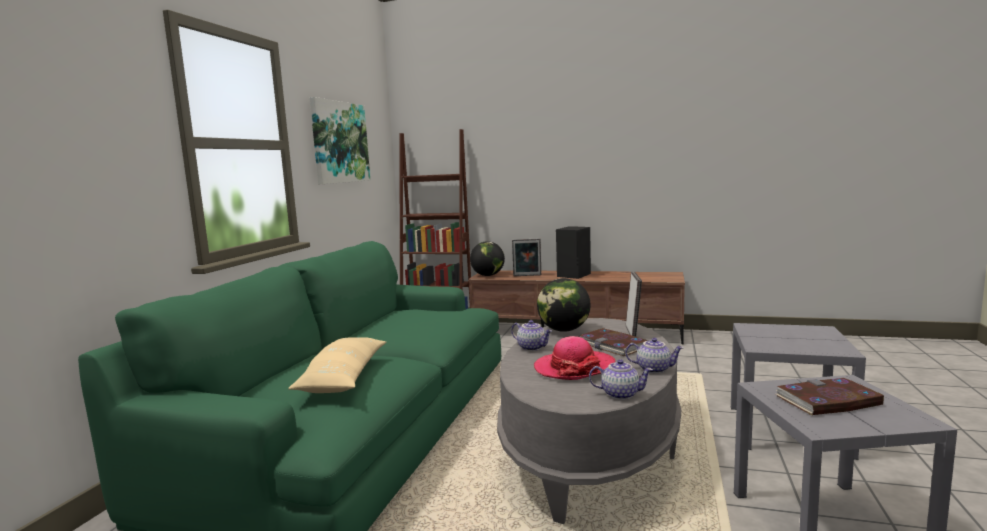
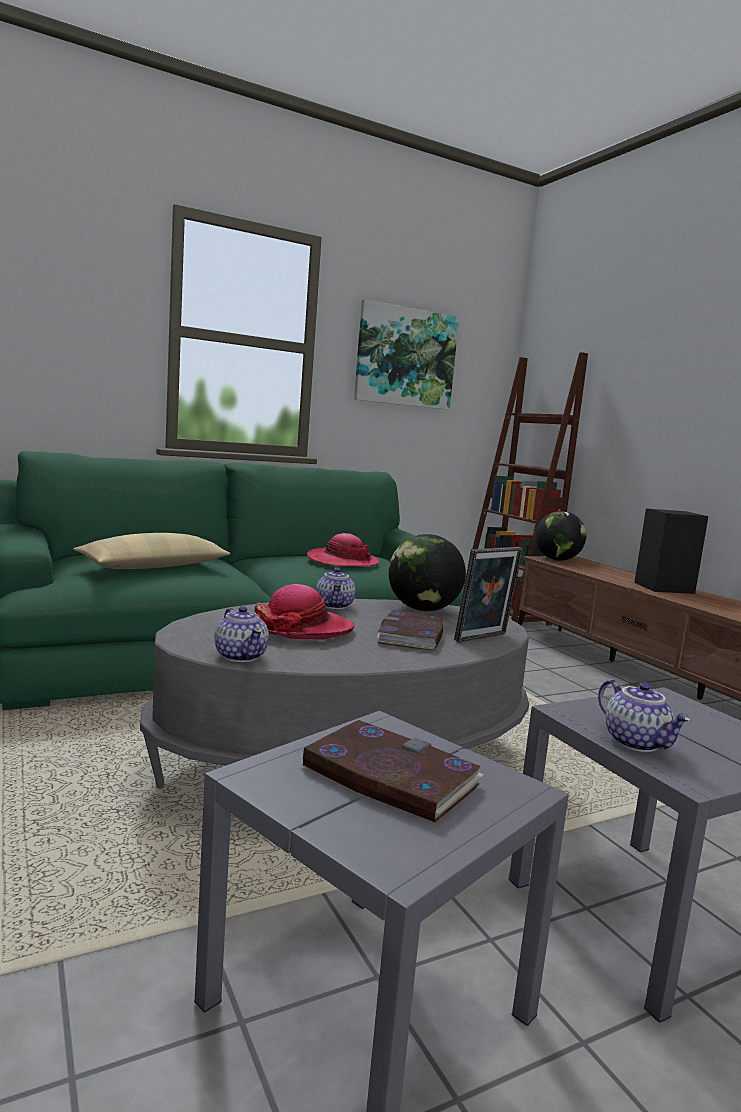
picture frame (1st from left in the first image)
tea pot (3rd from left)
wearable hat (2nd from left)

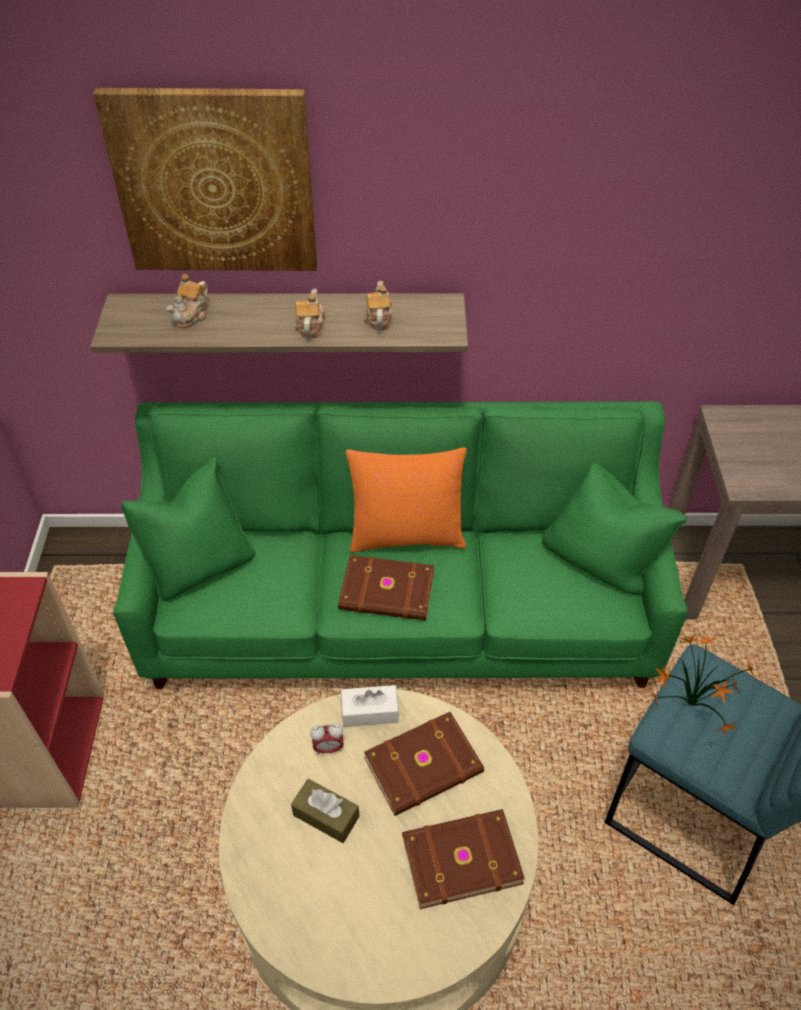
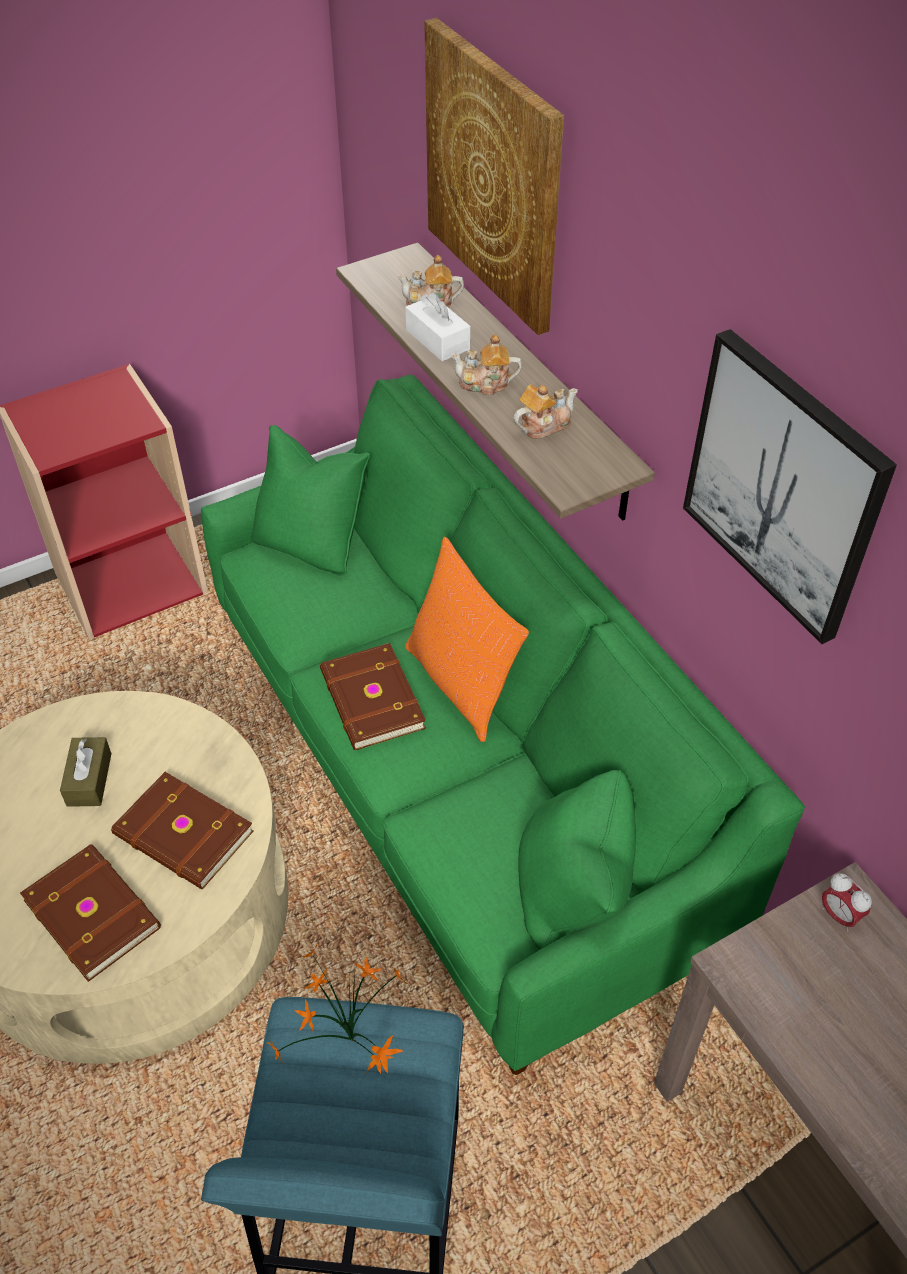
tea pot (2nd from left)
table clock
tissue box/white-coloured
wall picture (2nd from left)

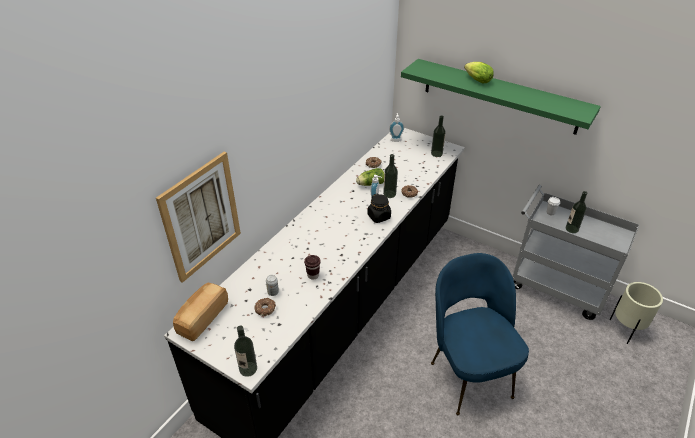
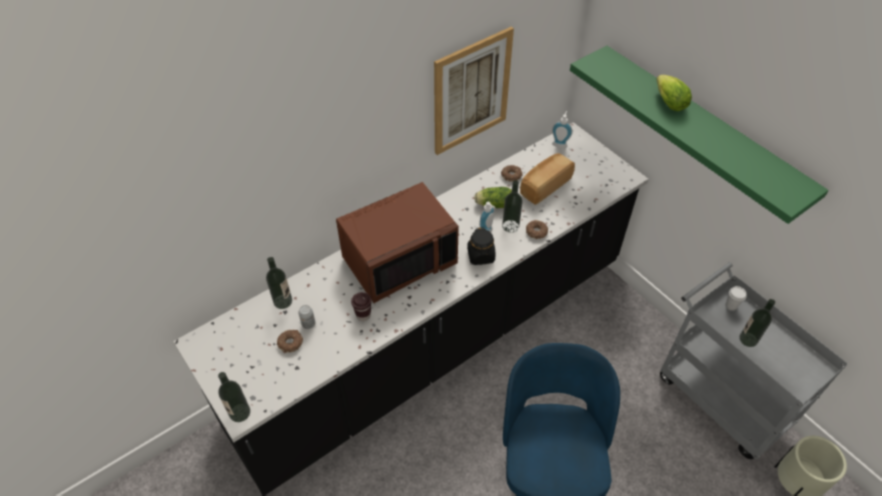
wall picture
bakery bread
bottle (2nd from left)
microwave/brown-coloured

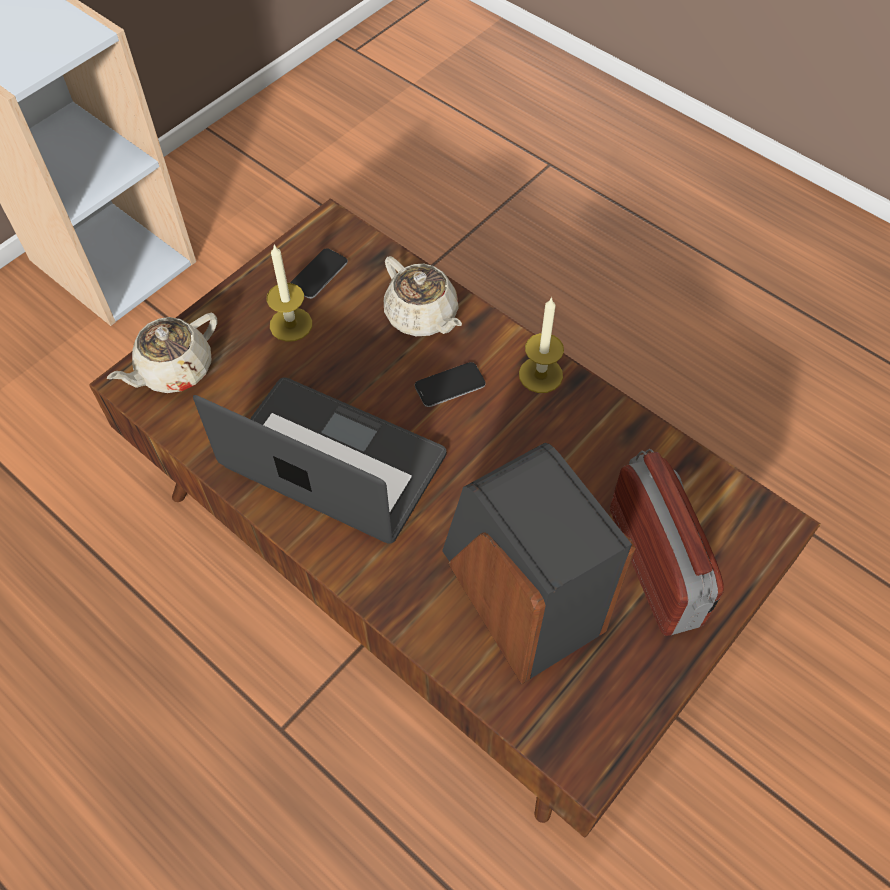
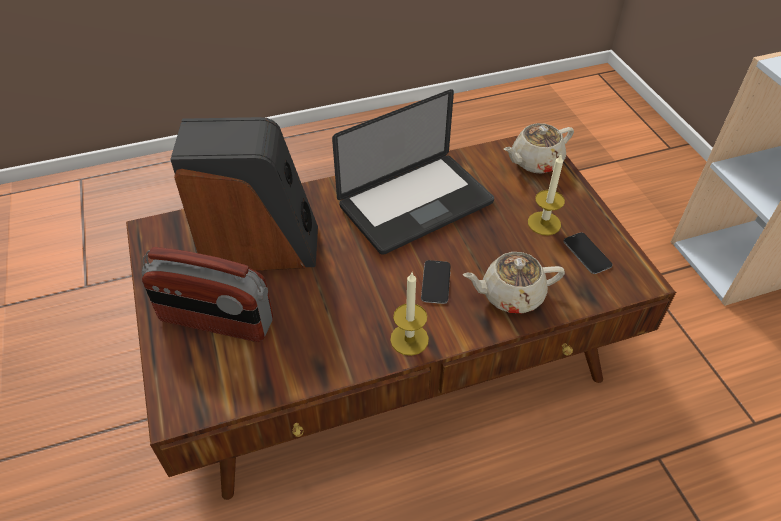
tea pot/sand-coloured (2nd from left)

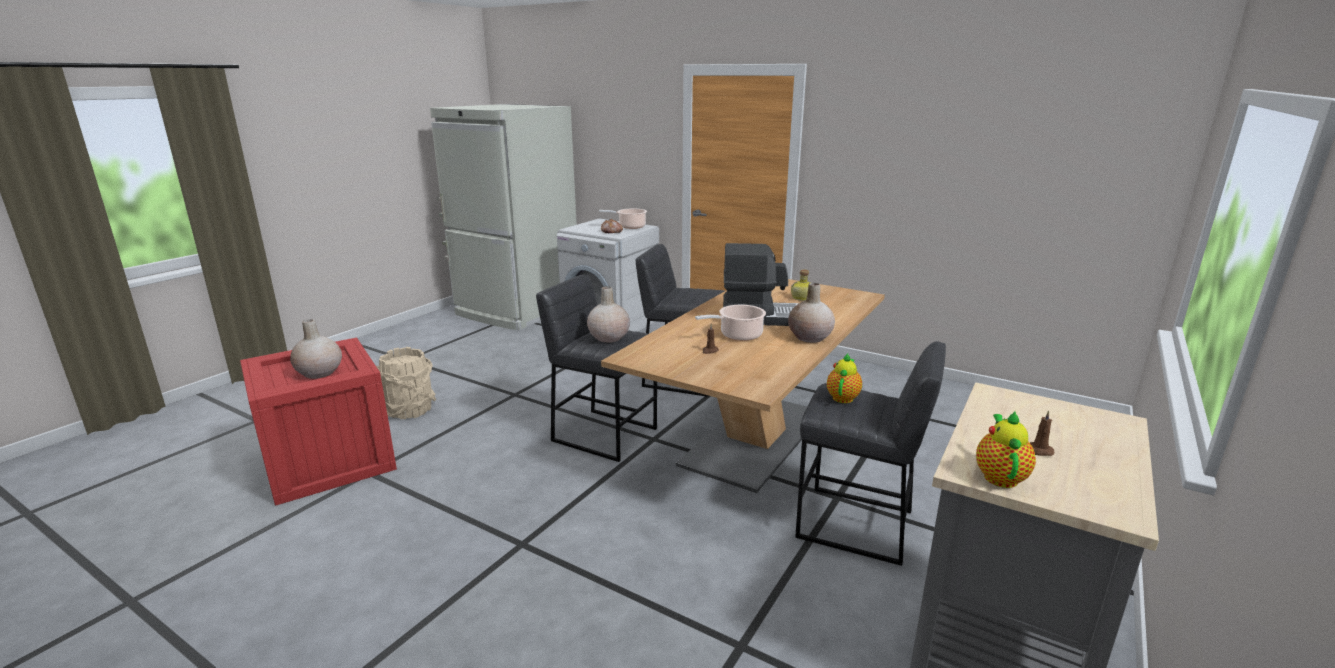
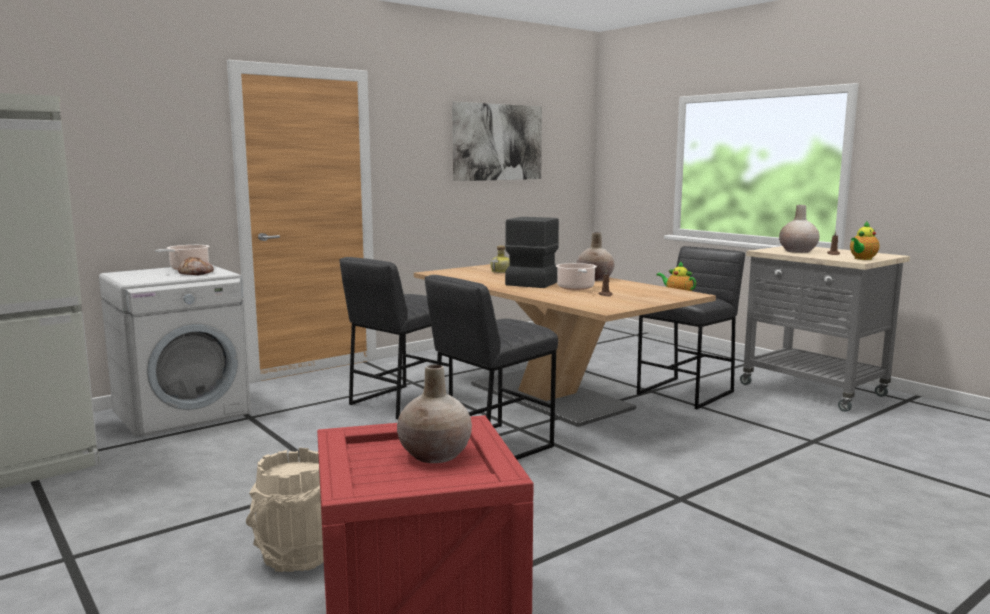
decorative vase/sand-coloured (3rd from left)
tea pot (2nd from left)
wall picture

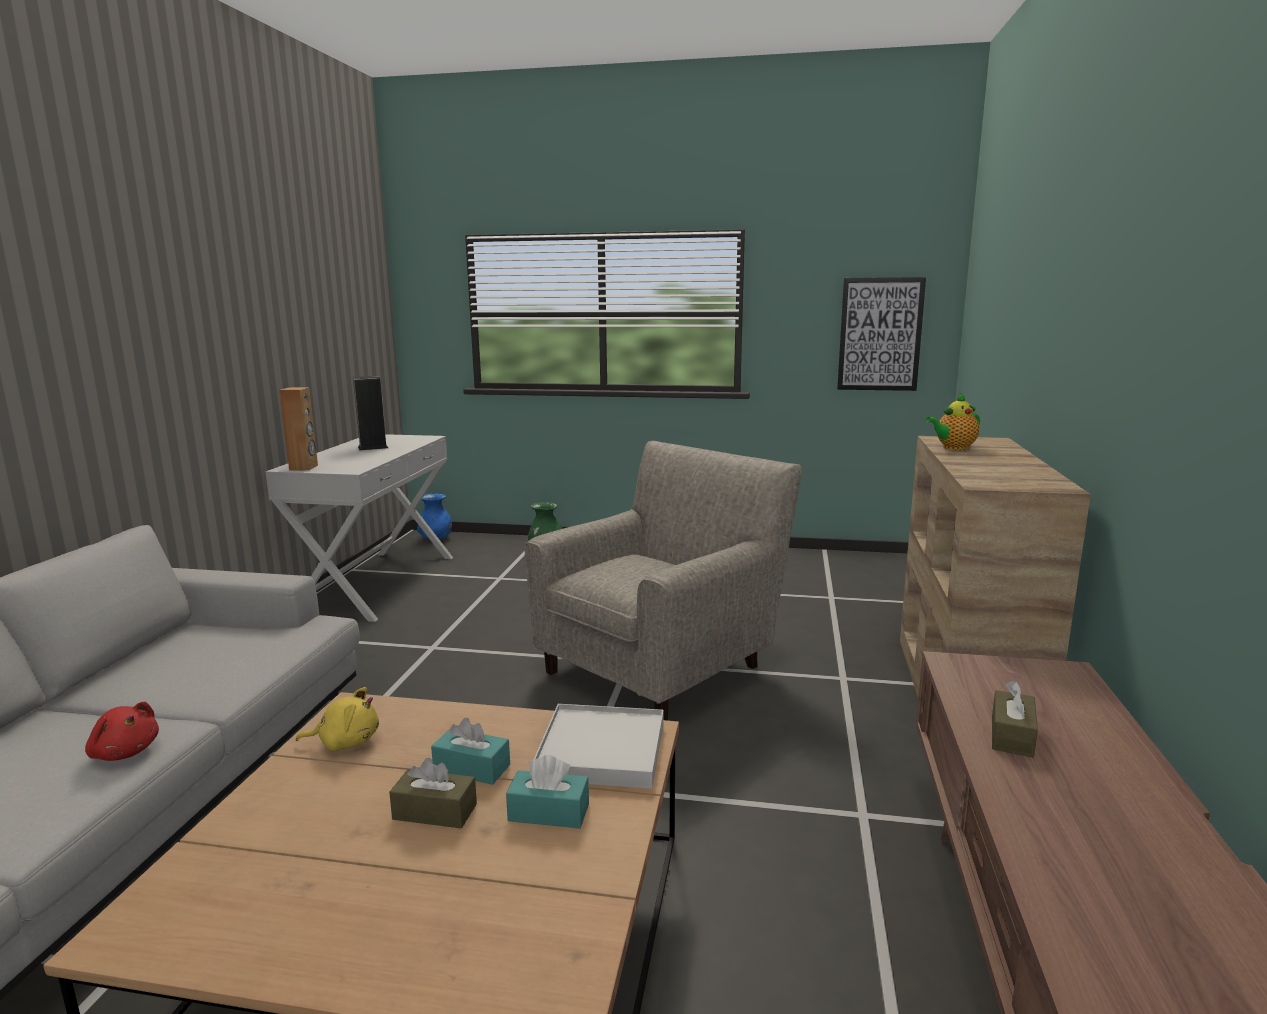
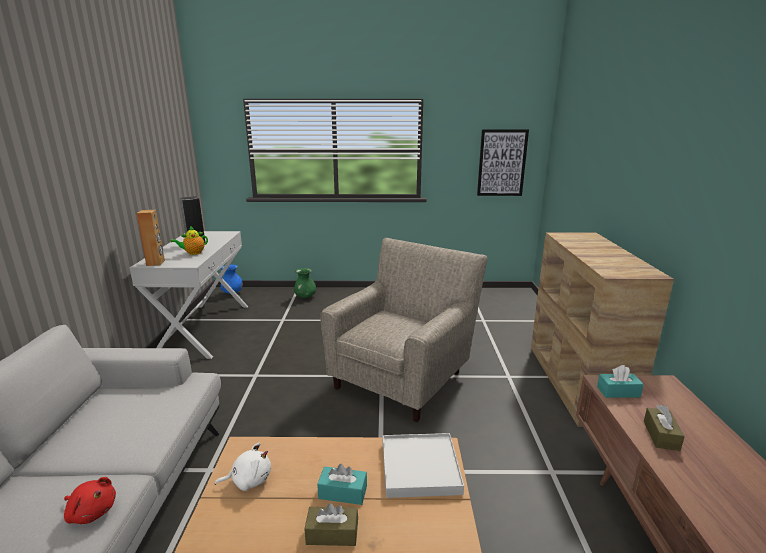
soft toy/white-coloured
tissue box/turquoise (2nd from left)
tea pot

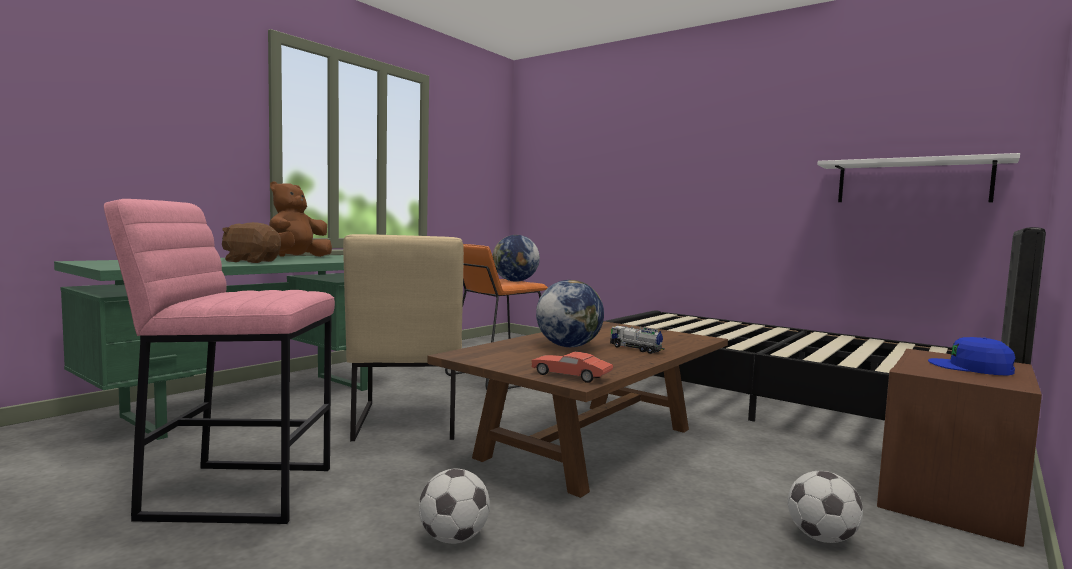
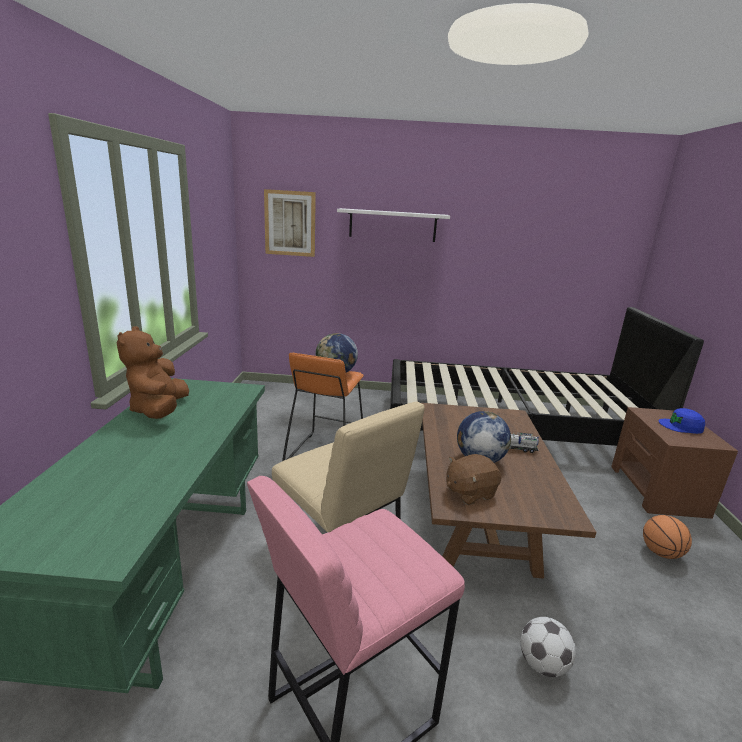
soft toy/brown-coloured (2nd from left)
model car/red
ball for basketball
shelf/white-coloured
wall picture

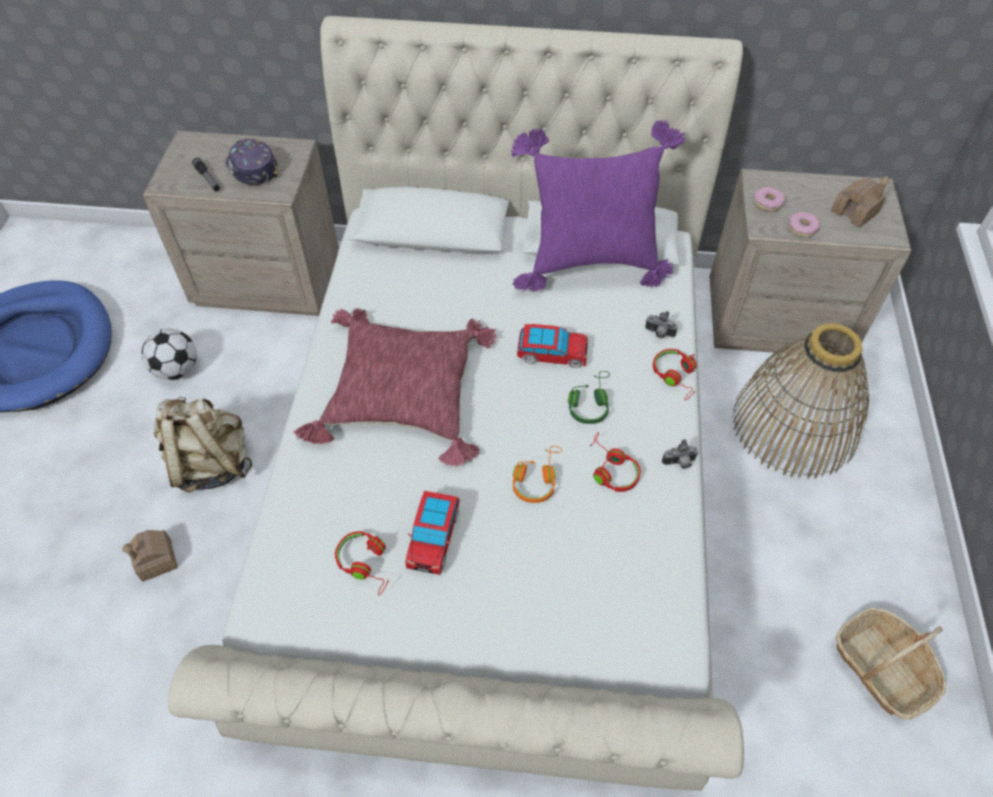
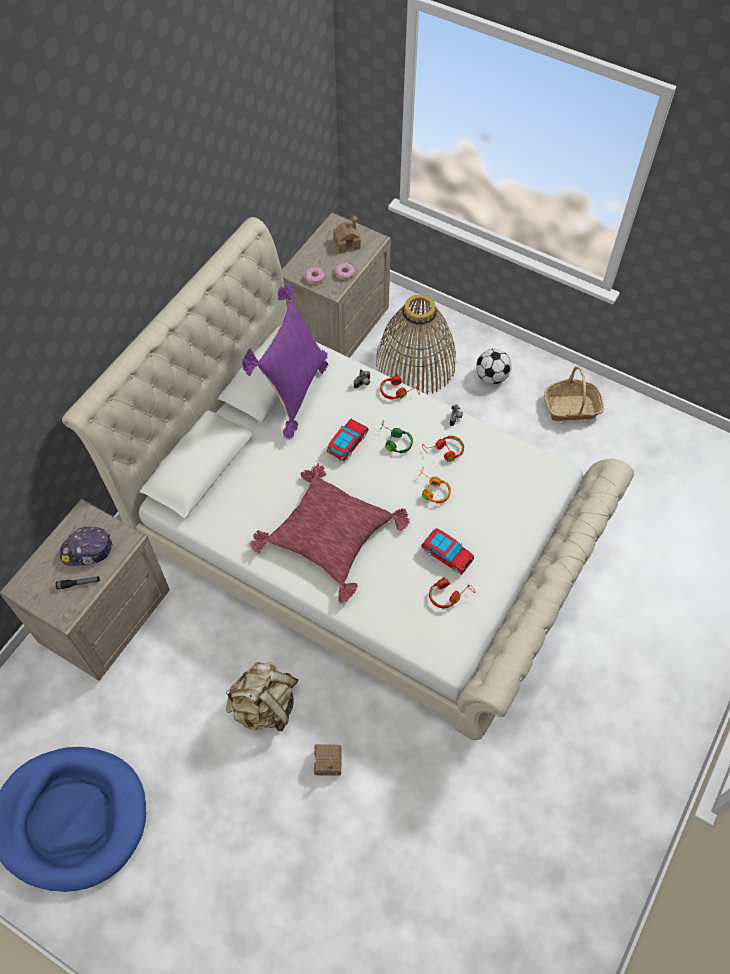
football ball

